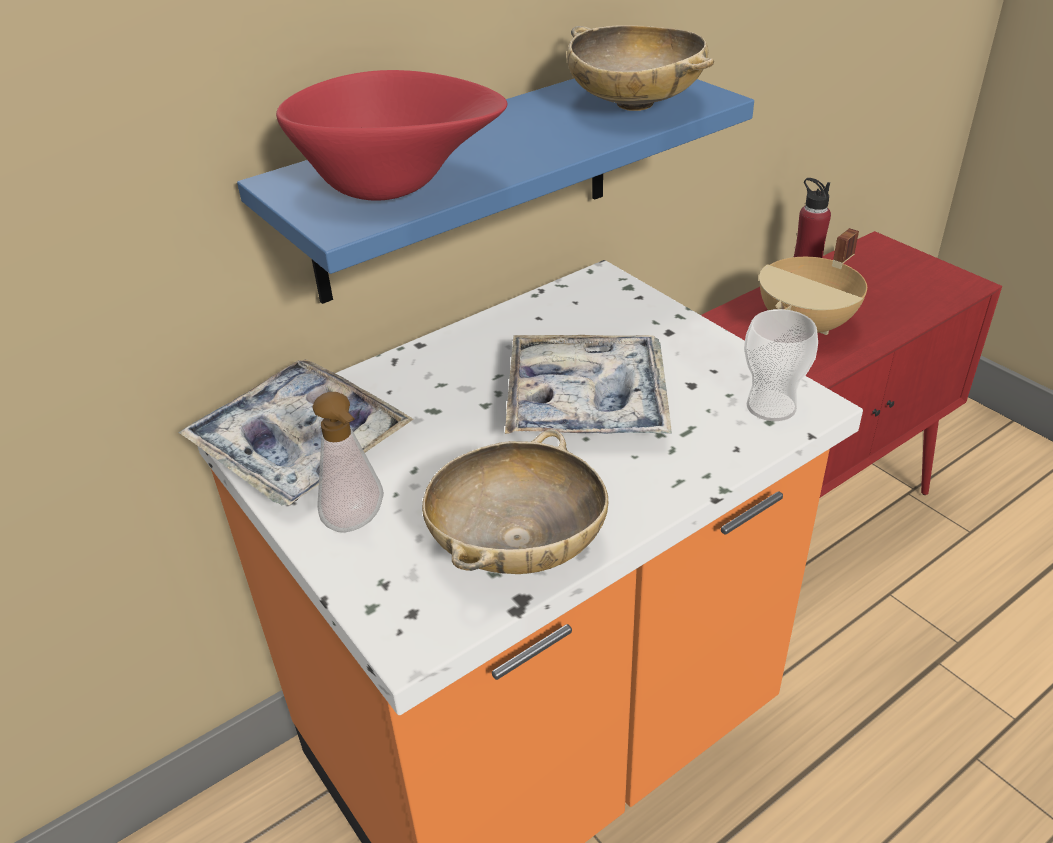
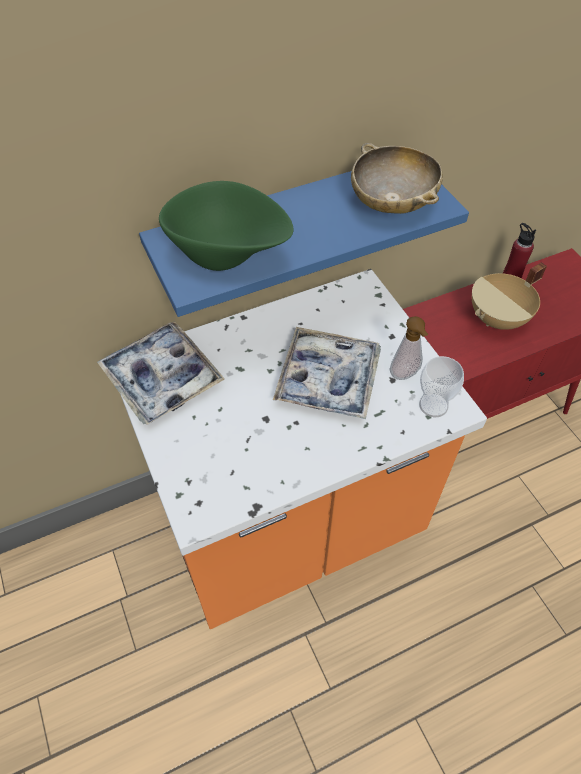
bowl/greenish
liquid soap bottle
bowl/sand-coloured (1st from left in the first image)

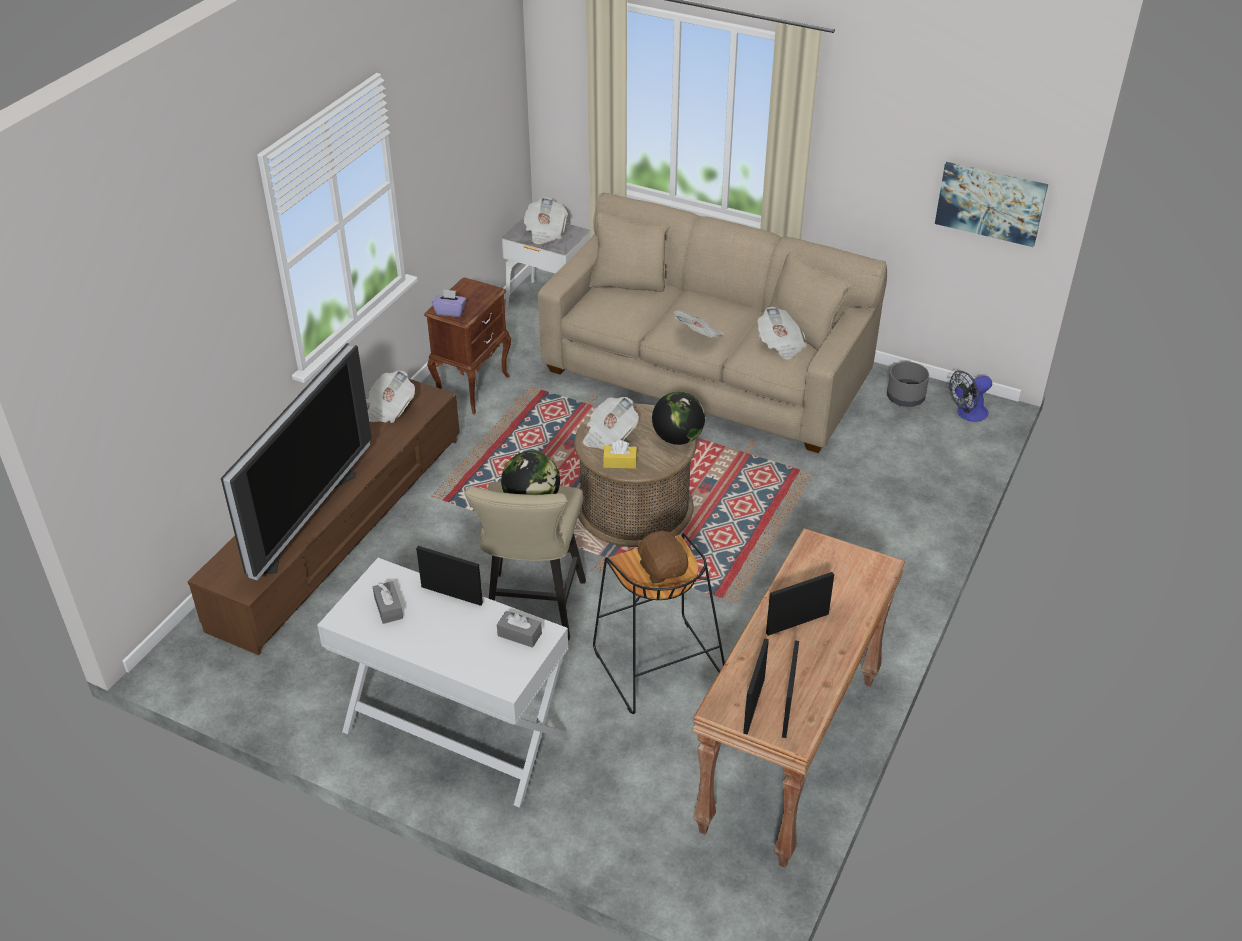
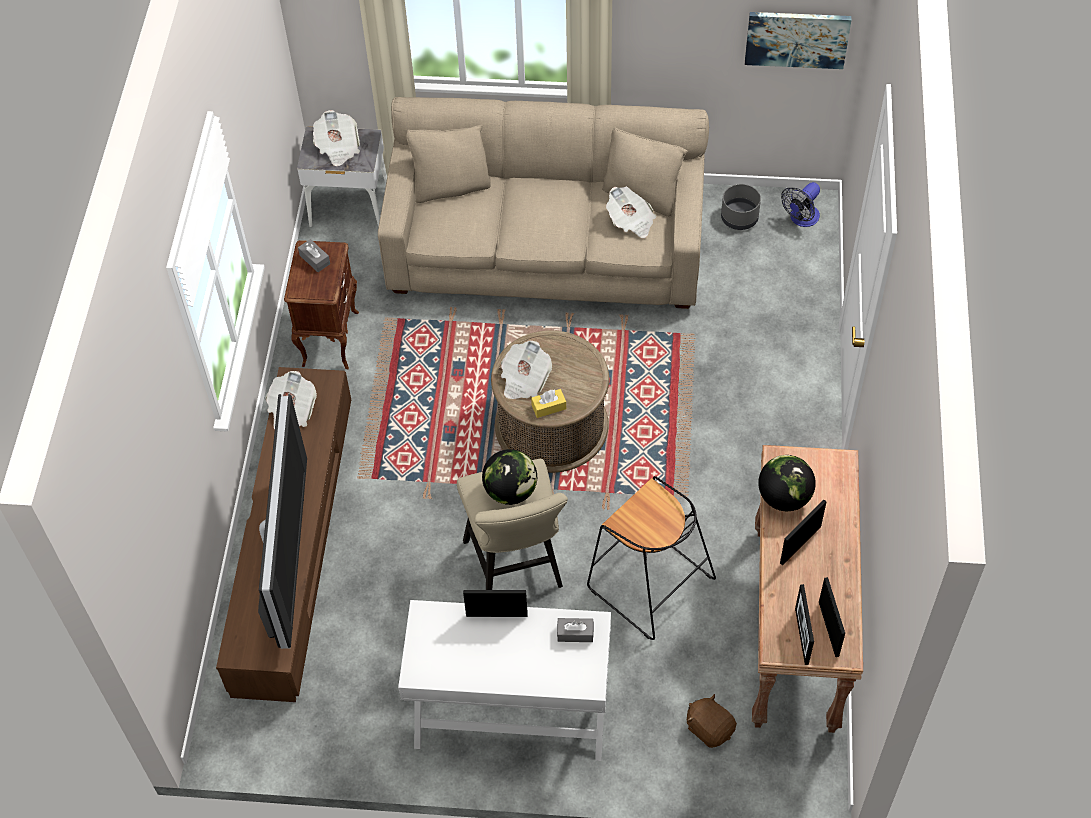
tissue box/grey (1st from left)
tissue box/purple-coloured
soft toy/brown-coloured
desk globe (2nd from left)
newspaper (4th from left in the first image)

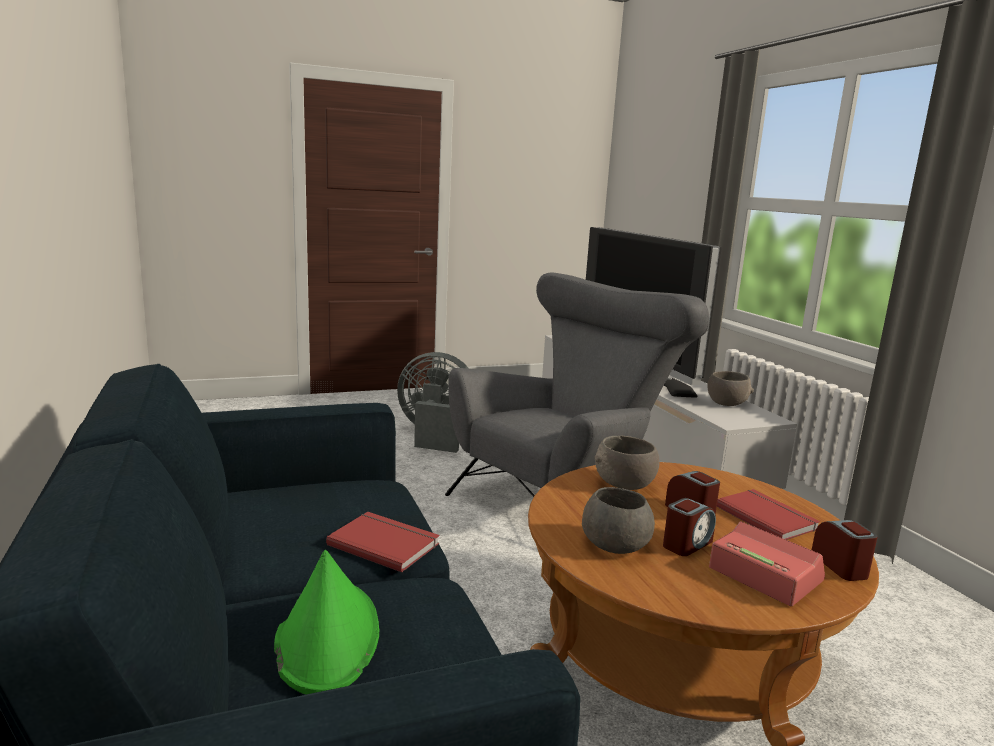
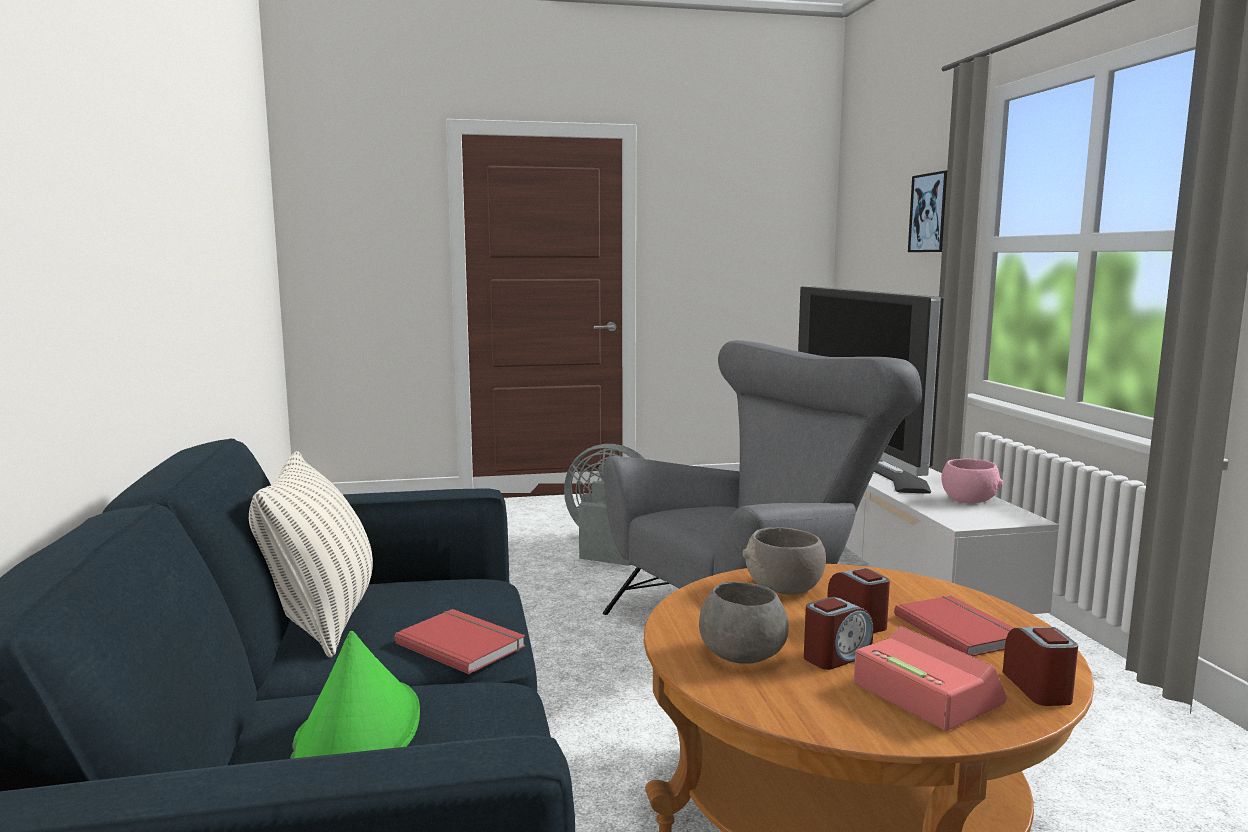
bowl/pink-coloured
pillow
wall picture

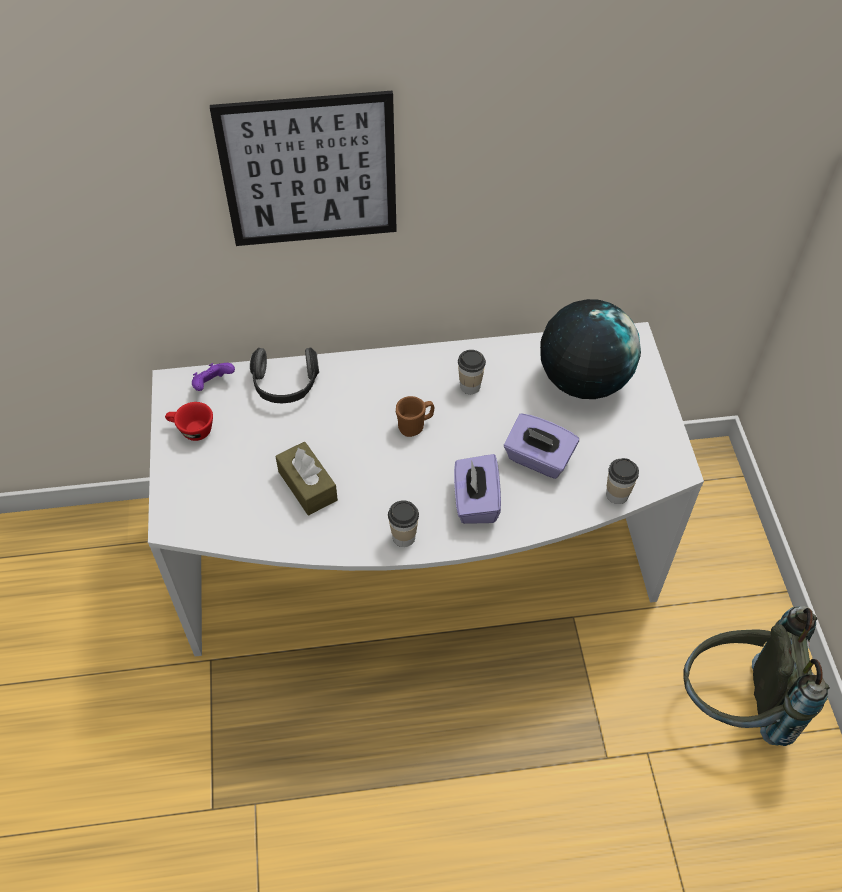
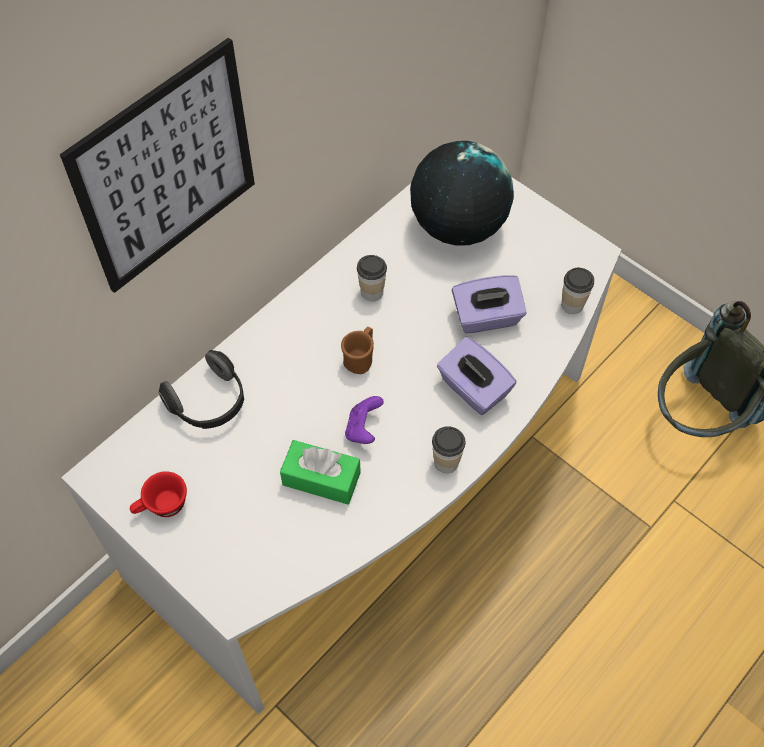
gamepad/purple-coloured
tissue box/greenish

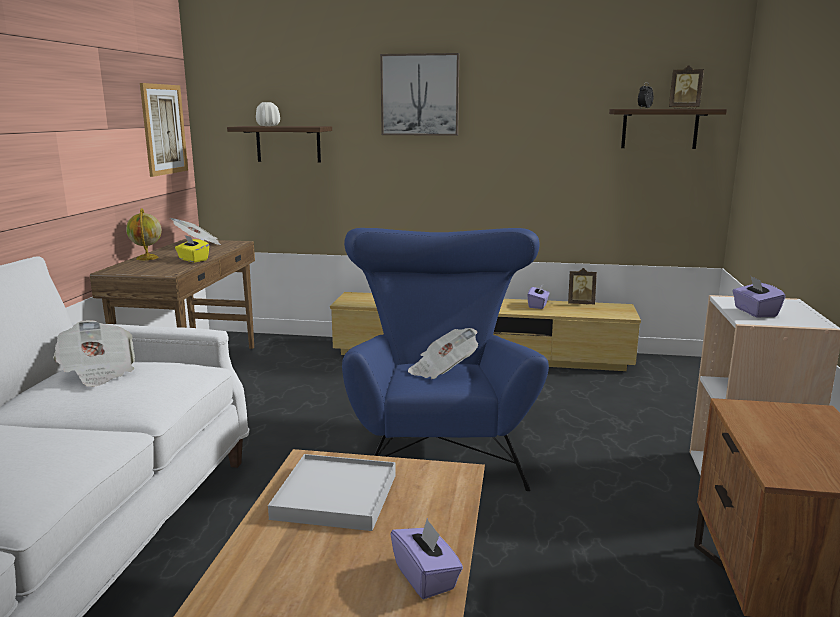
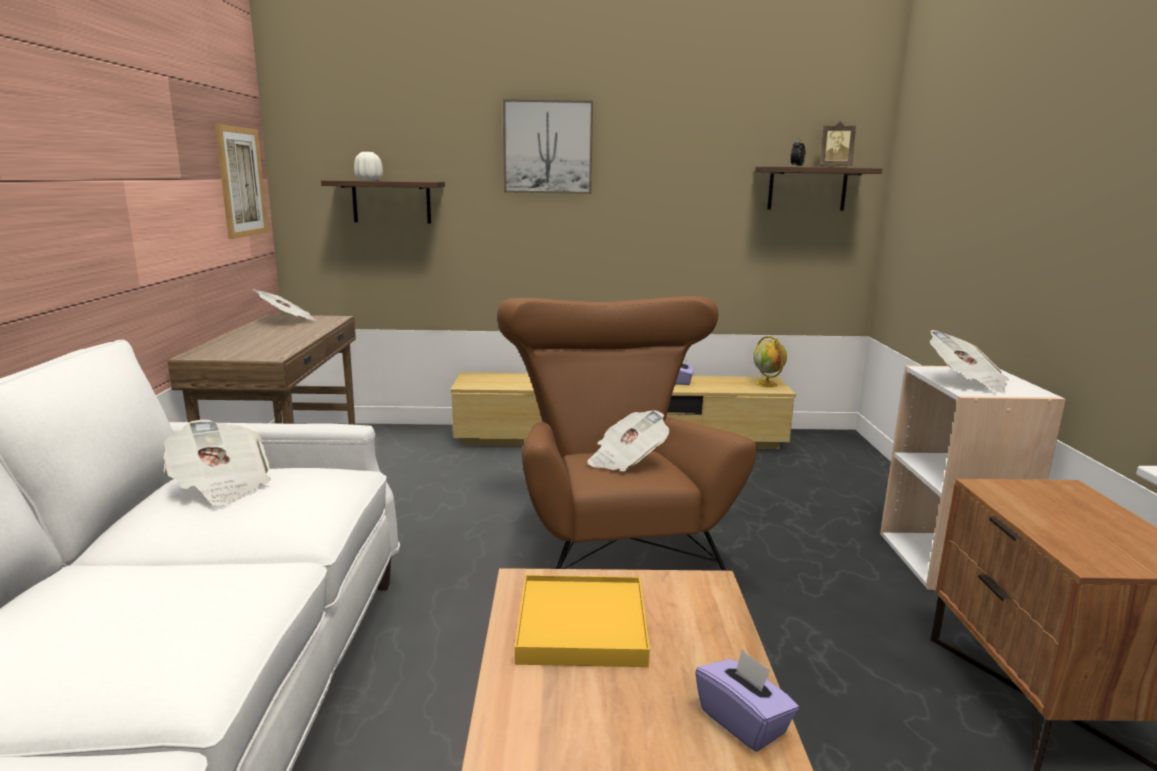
desk globe
tissue box/yellow
carrying tray/yellow
lounge chair/brown-coloured
picture frame (1st from left in the first image)
newspaper (4th from left)

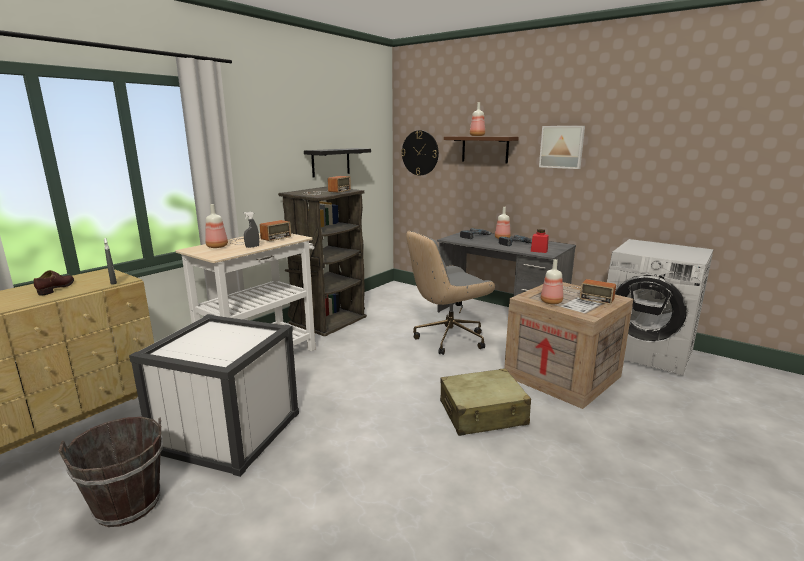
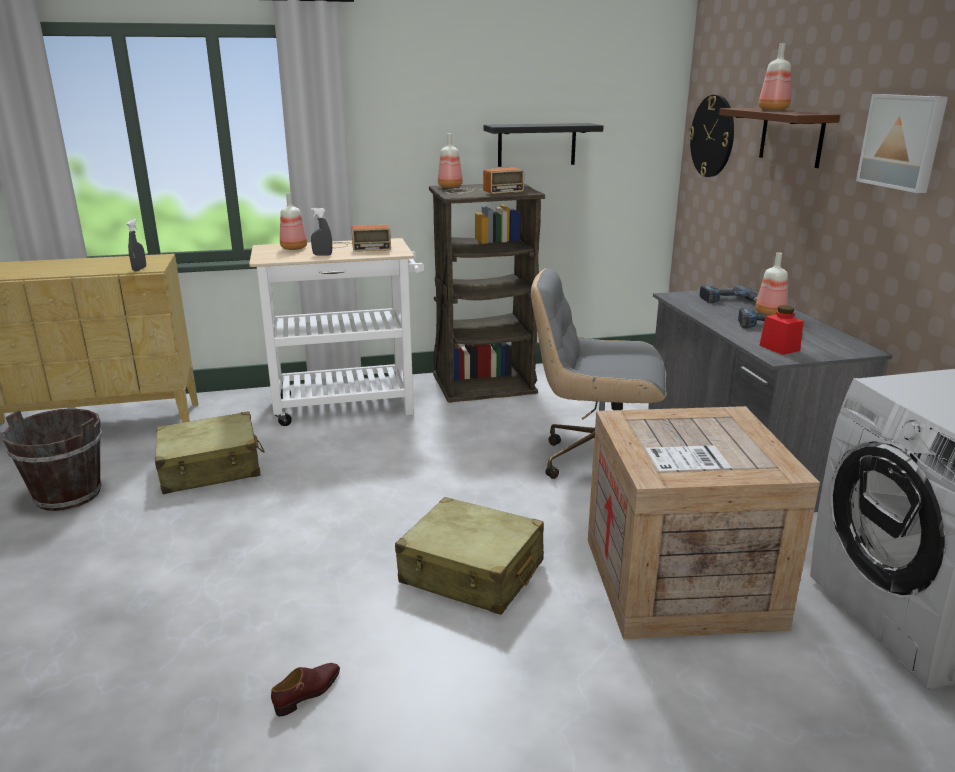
low shoe/brown-coloured
travel case/sand-coloured (1st from left)
bottle (2nd from left)
radio set (3rd from left in the first image)

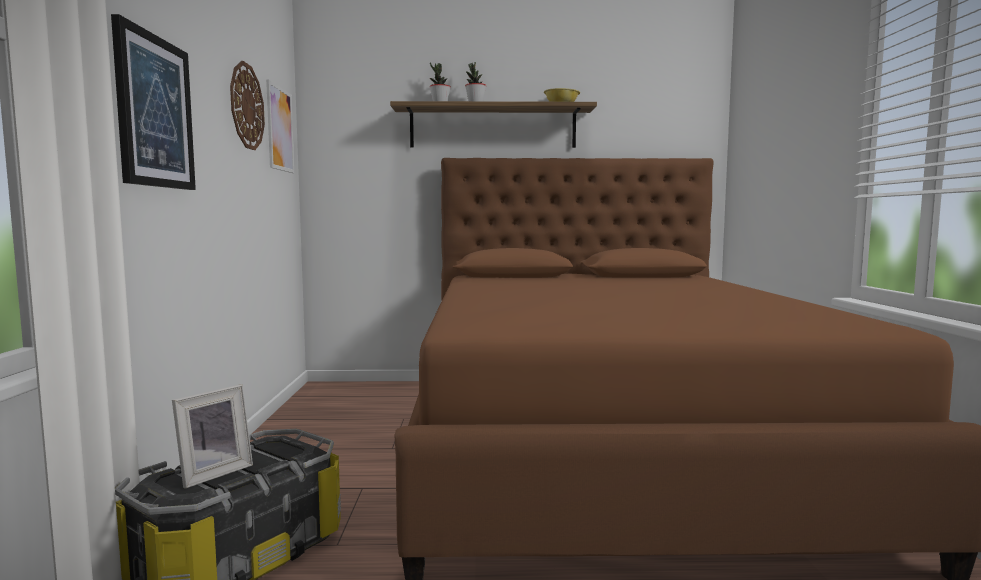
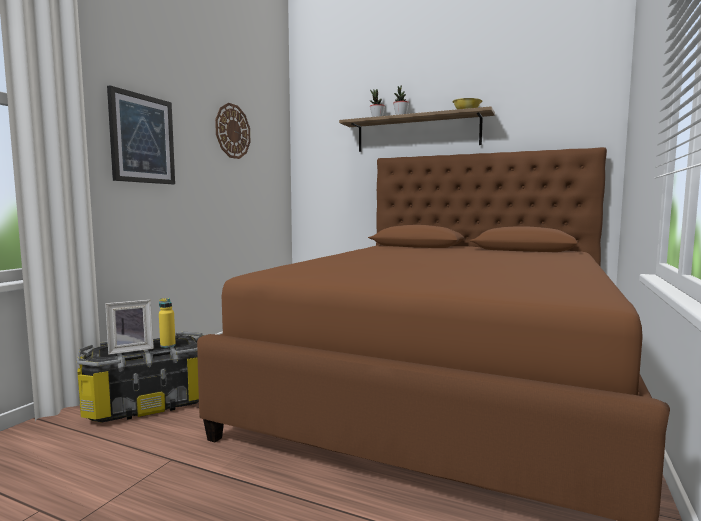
wall picture (2nd from left in the first image)
bottle/yellow

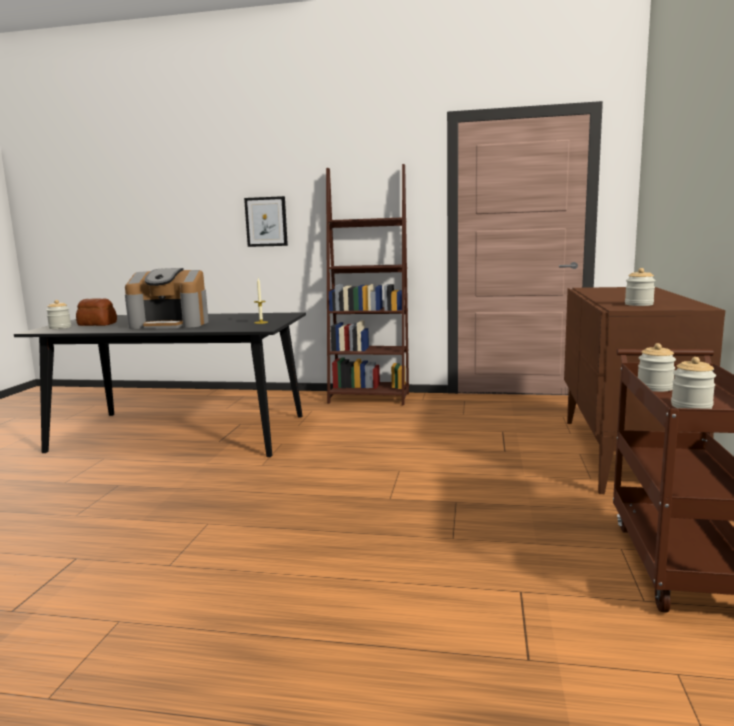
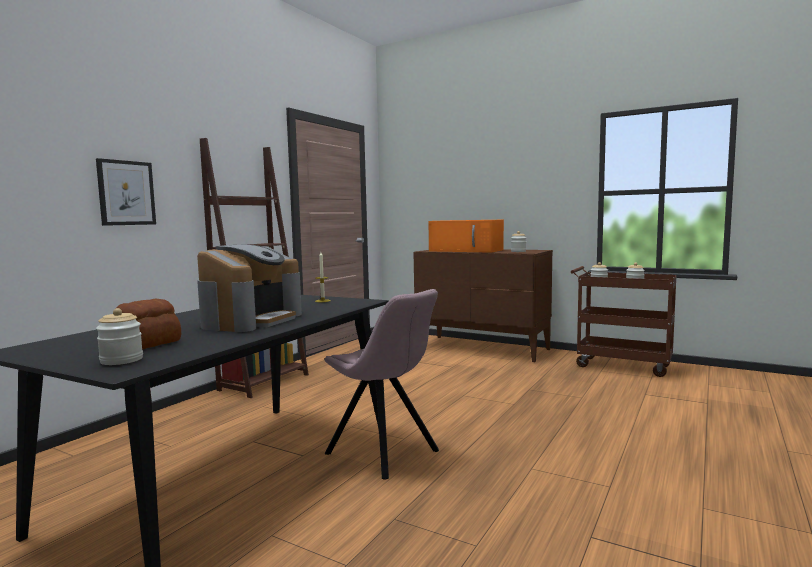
chair/pink-coloured
microwave/orange

